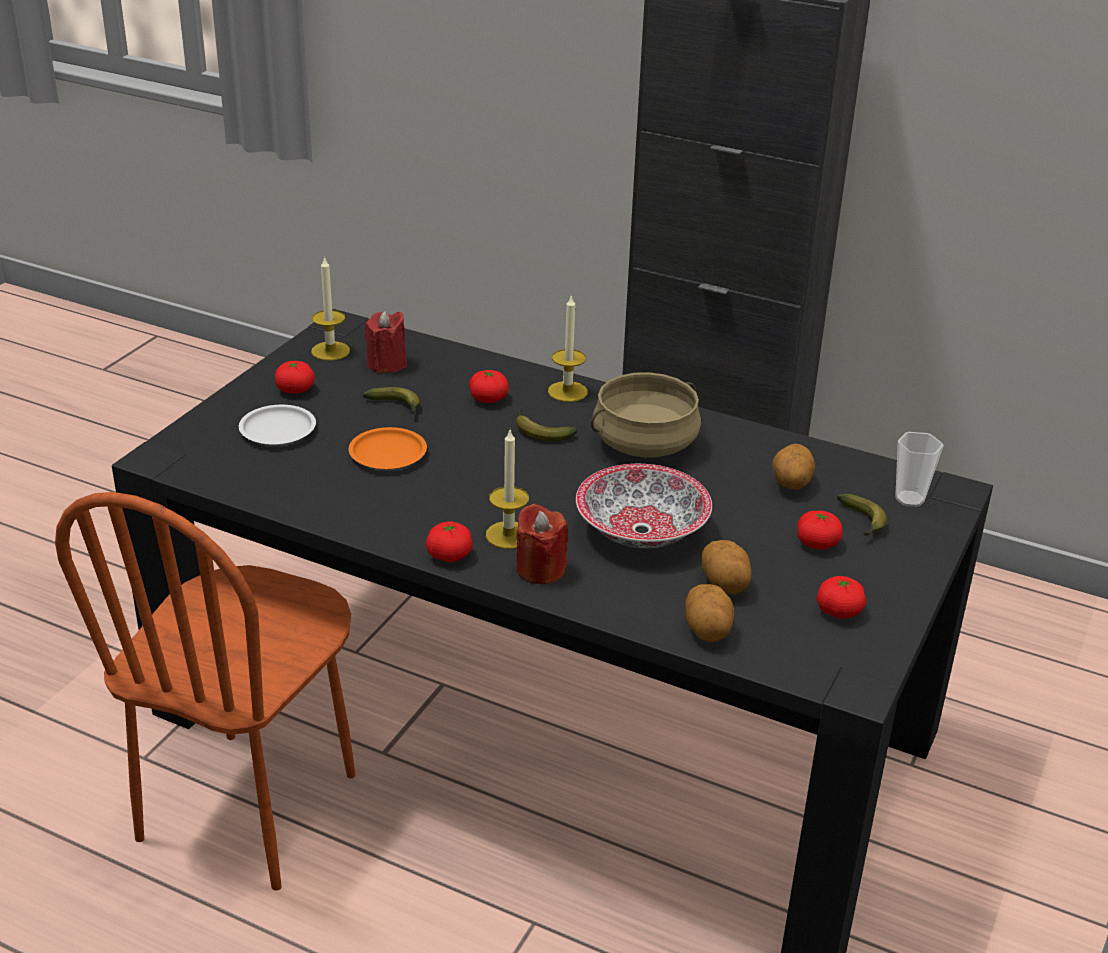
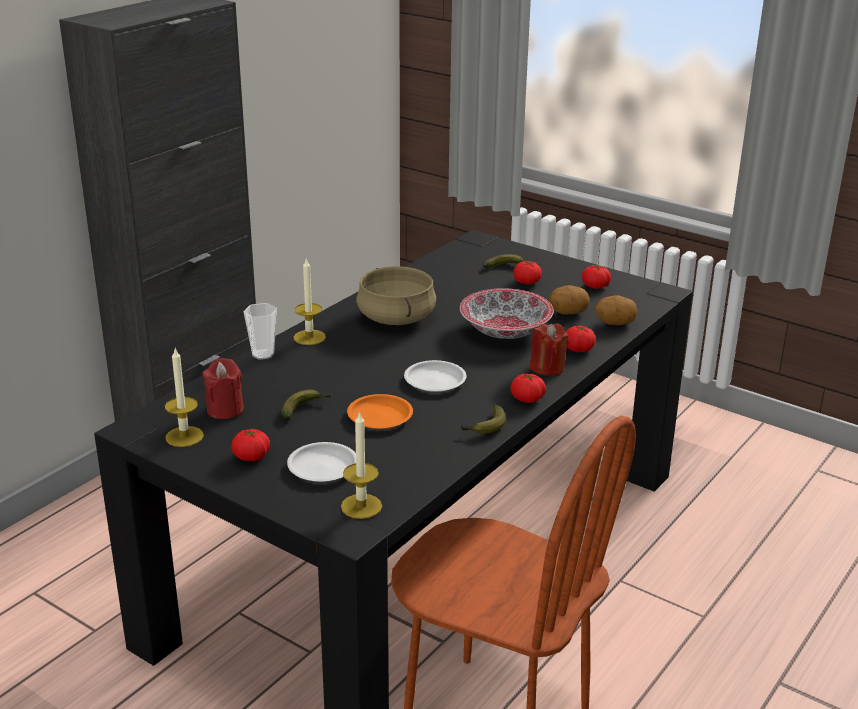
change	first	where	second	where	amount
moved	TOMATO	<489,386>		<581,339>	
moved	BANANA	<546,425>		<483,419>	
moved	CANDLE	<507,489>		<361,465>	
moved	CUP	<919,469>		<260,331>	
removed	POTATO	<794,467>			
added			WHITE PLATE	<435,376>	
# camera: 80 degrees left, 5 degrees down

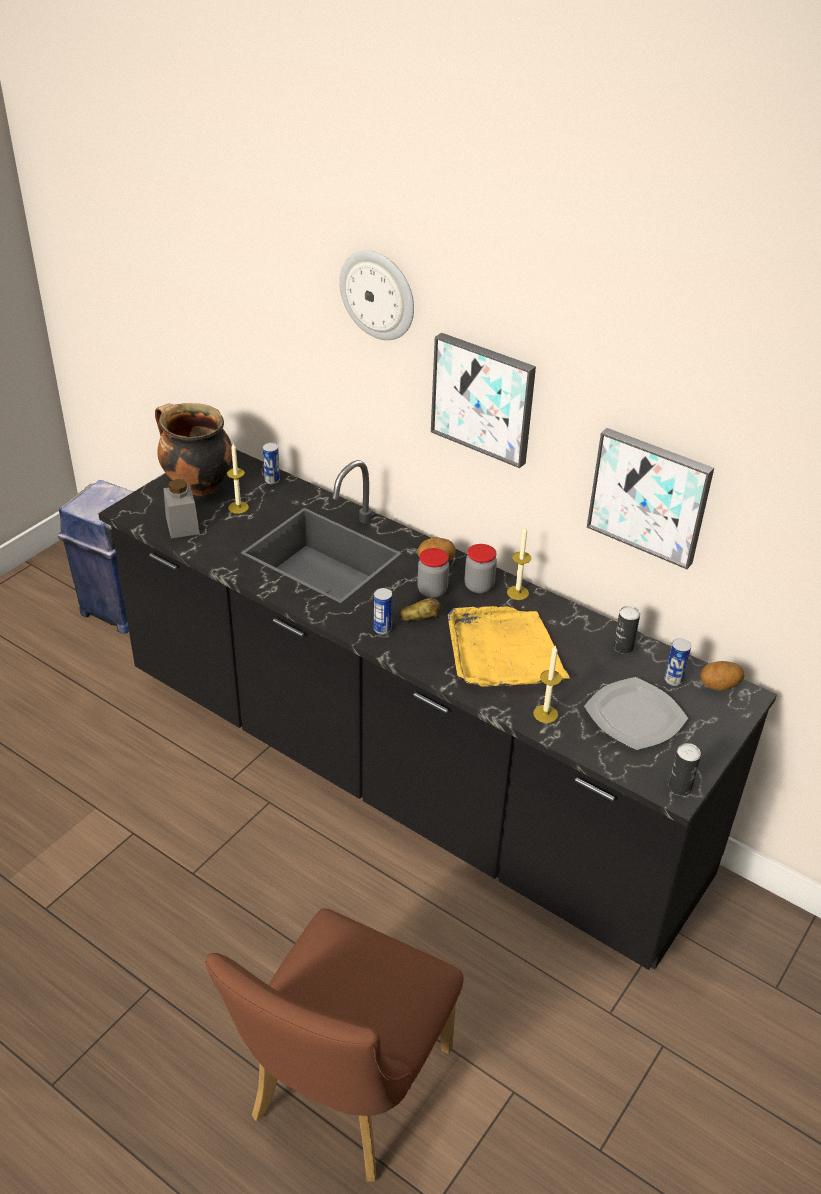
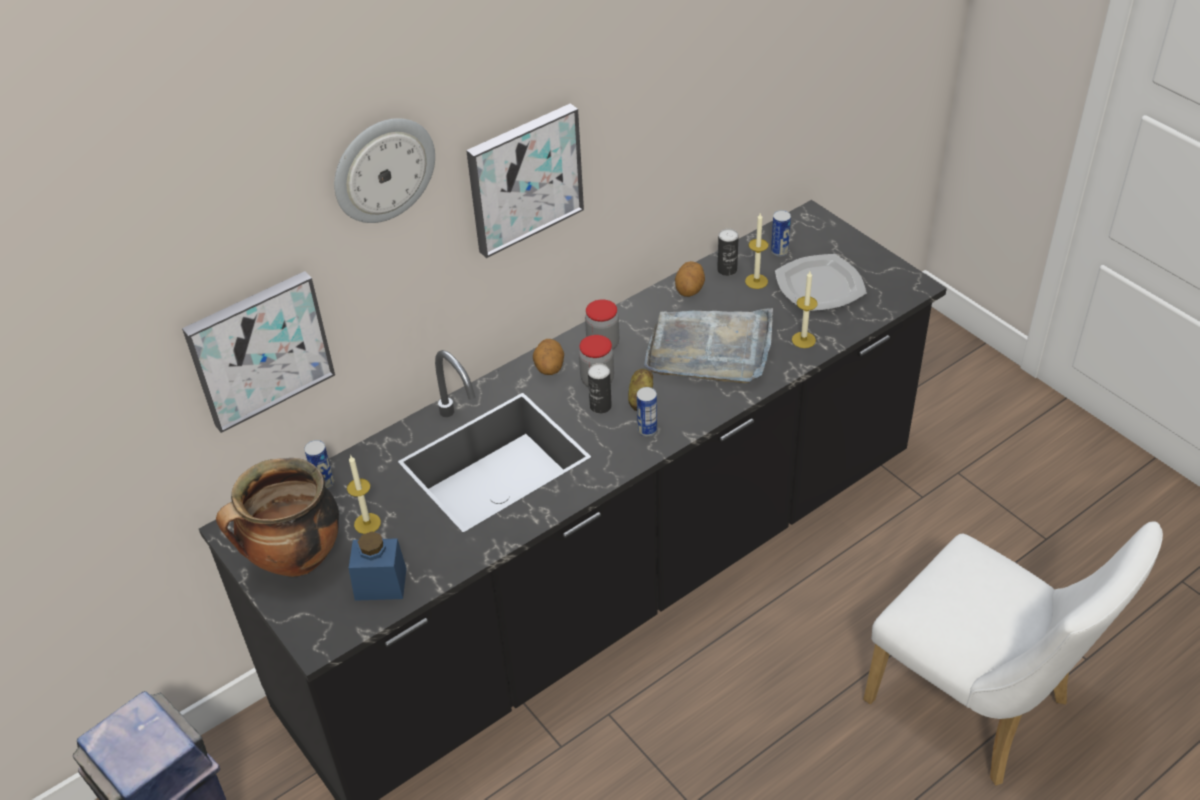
change	first	where	second	where	amount
moved	PICTURE	<650,498>		<258,352>	
recoloured	GREY JAR	<181,508>	BLUE JAR	<377,566>	
moved	CANDLE	<519,563>		<756,250>	
recoloured	YELLOW TRAY	<509,646>	GREY TRAY	<708,345>	
moved	POTATO	<722,676>		<690,279>	
moved	CAN	<685,769>		<600,388>	
recoloured	BROWN CHAIR	<334,1045>	WHITE CHAIR	<1013,653>	
# camera: 70 degrees left, 5 degrees up

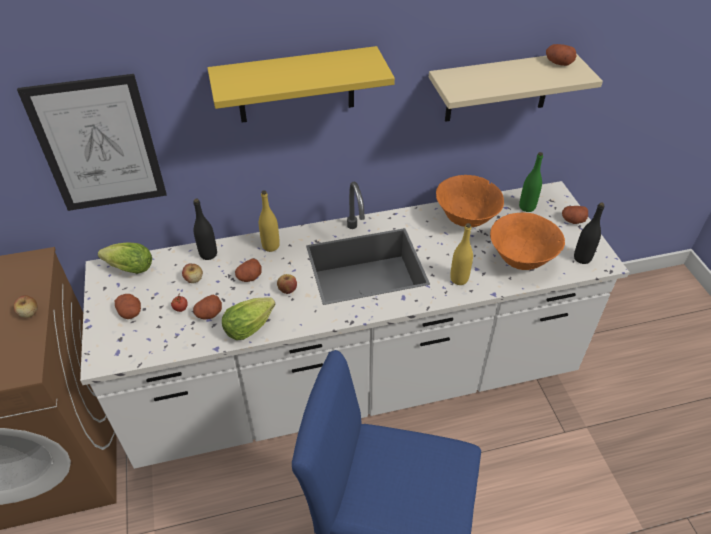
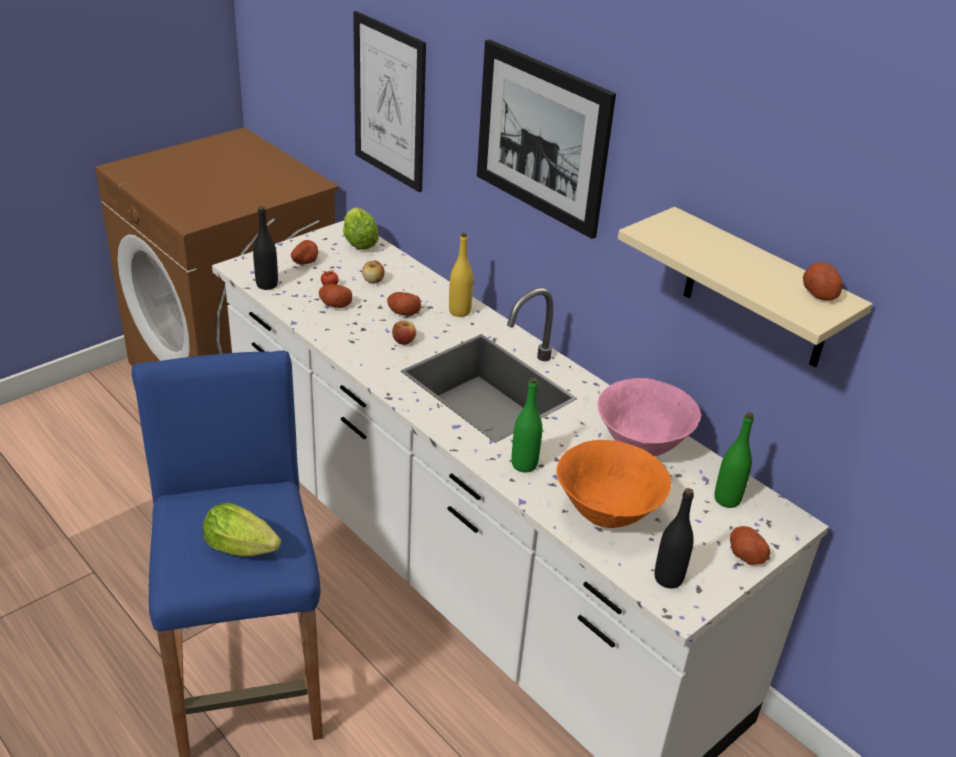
change	first	where	second	where	amount
replaced	YELLOW SHELF	<301,84>	PICTURE	<546,139>	
recoloured	ORANGE BOWL	<470,201>	PINK BOWL	<649,417>	
moved	BLACK BOTTLE	<205,229>		<265,248>	
recoloured	YELLOW BOTTLE	<461,254>	GREEN BOTTLE	<527,425>	
removed	APPLE	<26,306>			
moved	LETTUCE	<248,318>		<242,530>	
# camera: 60 degrees right, 10 degrees down

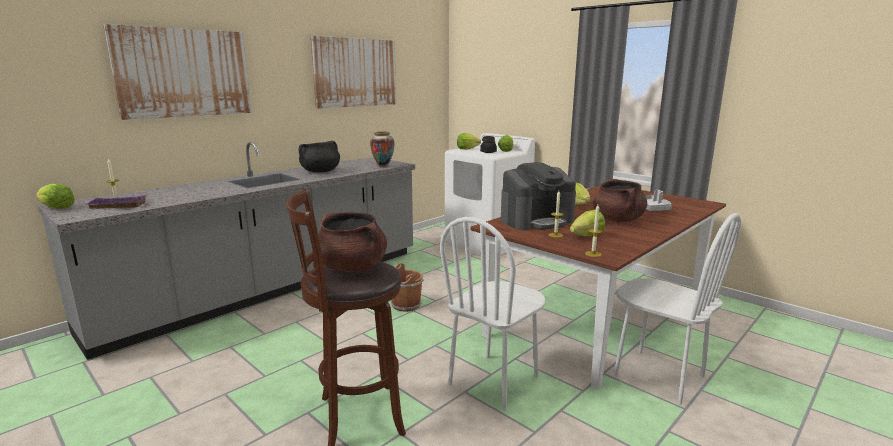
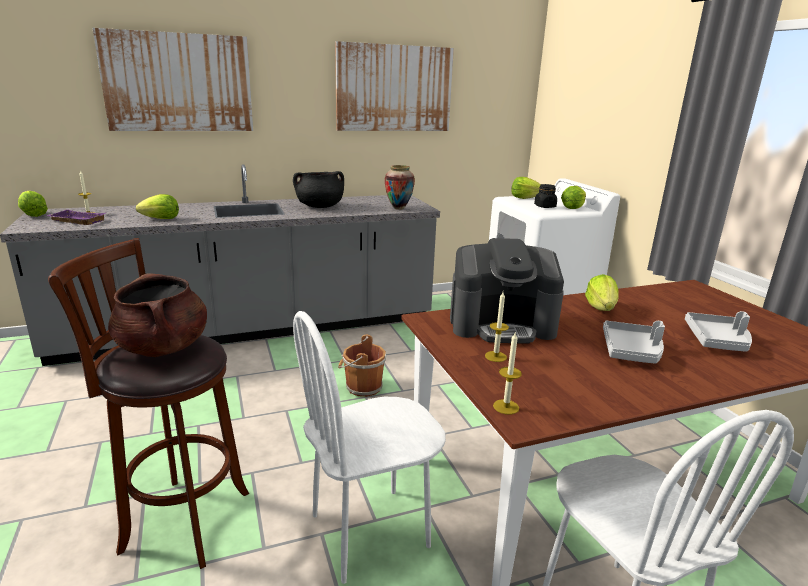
change	first	where	second	where	amount
replaced	BROWN COOKING POT	<620,200>	GREY TRAY	<634,342>	
moved	LETTUCE	<587,223>		<157,206>	
# camera: 25 degrees right, 5 degrees up

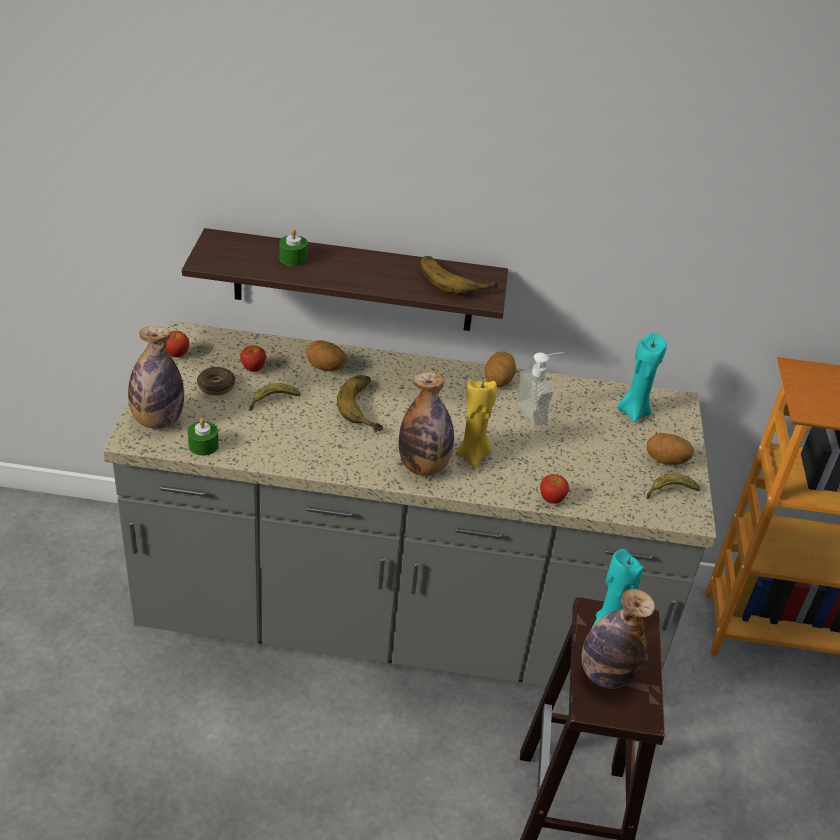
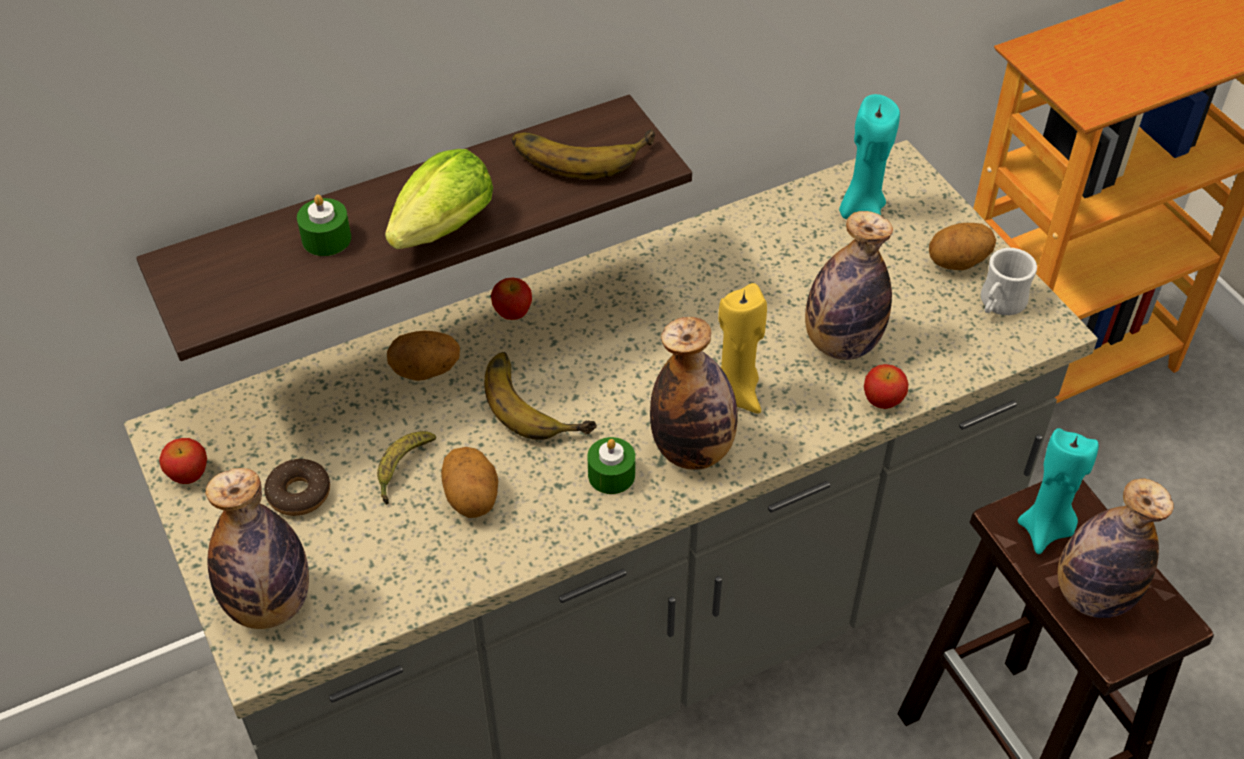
change	first	where	second	where	amount
moved	APPLE	<253,358>		<511,299>	
moved	POTATO	<500,369>		<469,482>	
removed	SOAP DISPENSER	<539,389>			
moved	GREEN CANDLE	<203,437>		<611,465>	
replaced	BANANA	<673,486>	WHITE MUG	<1009,281>	
added			LETTUCE	<439,199>	
added			BOTTLE	<849,285>	
# camera: 30 degrees left, 10 degrees up

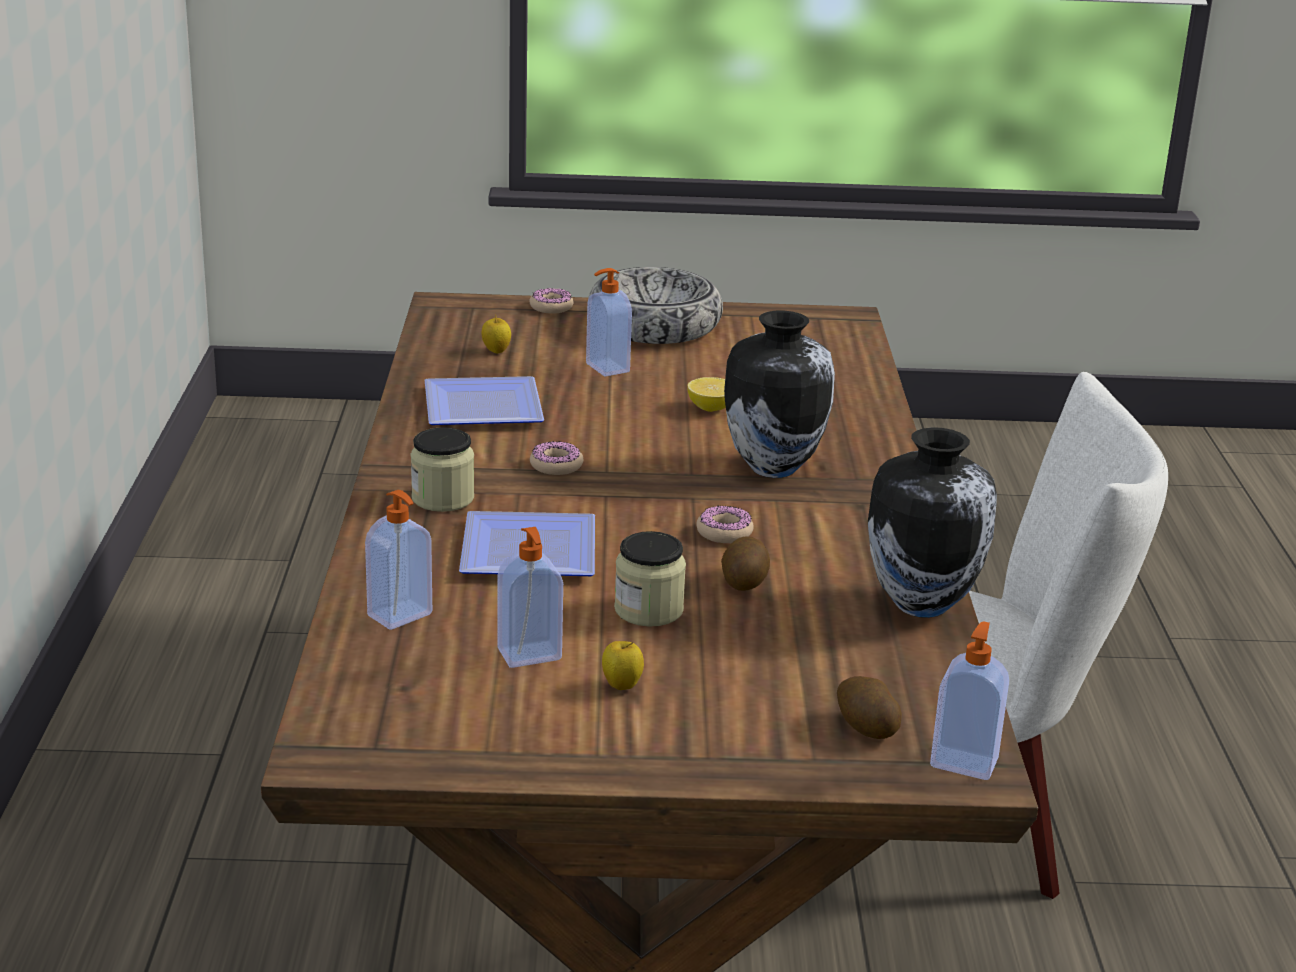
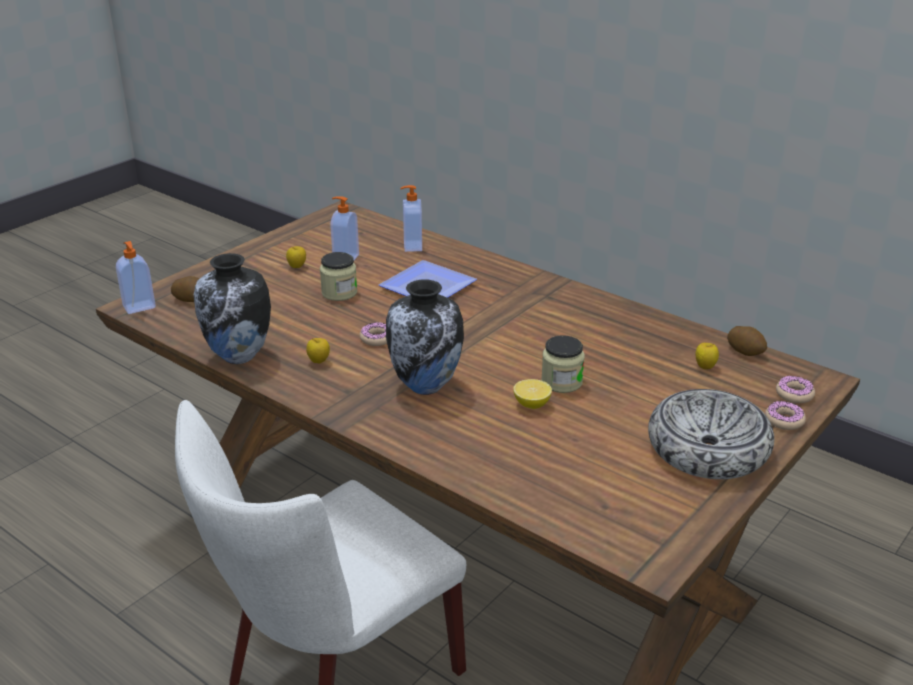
change	first	where	second	where	amount
removed	SOAP DISPENSER	<609,322>			
removed	PLATE	<484,400>			
moved	JAR	<442,469>		<563,364>	
moved	DONUT	<556,458>		<795,389>	
moved	POTATO	<745,563>		<747,341>	
added			APPLE	<318,350>	
# camera: 130 degrees right, 5 degrees up

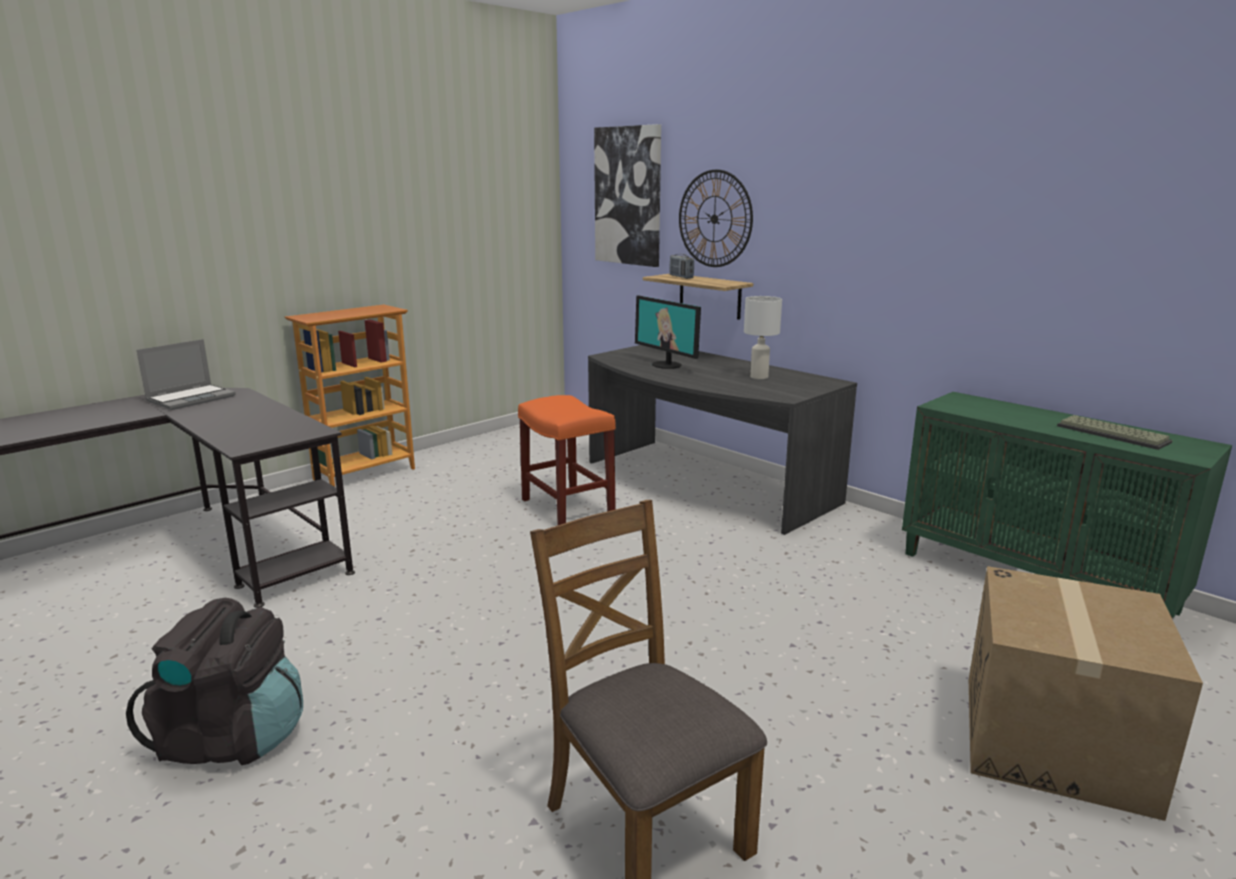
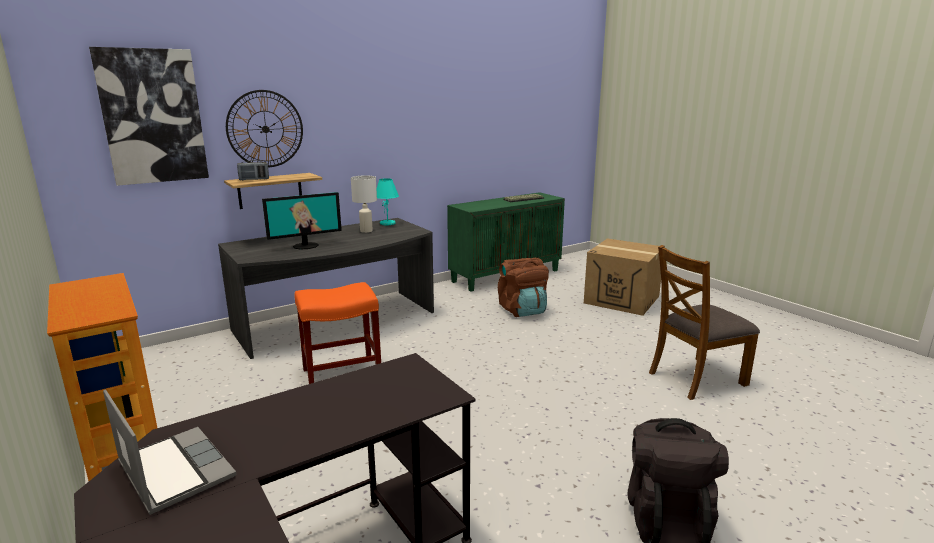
change	first	where	second	where	amount
added			TURQUOISE TABLE LAMP	<388,201>	
added			BROWN BACKPACK	<523,287>	
# camera: 80 degrees left, 0 degrees up

